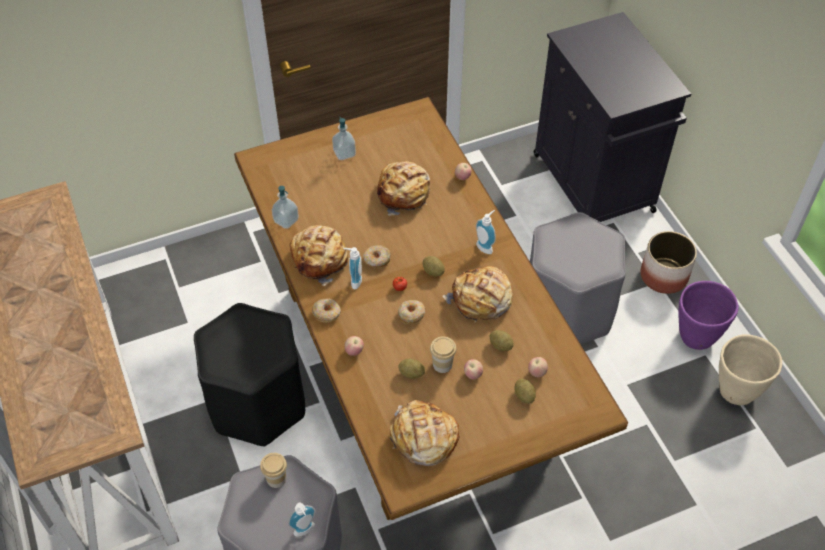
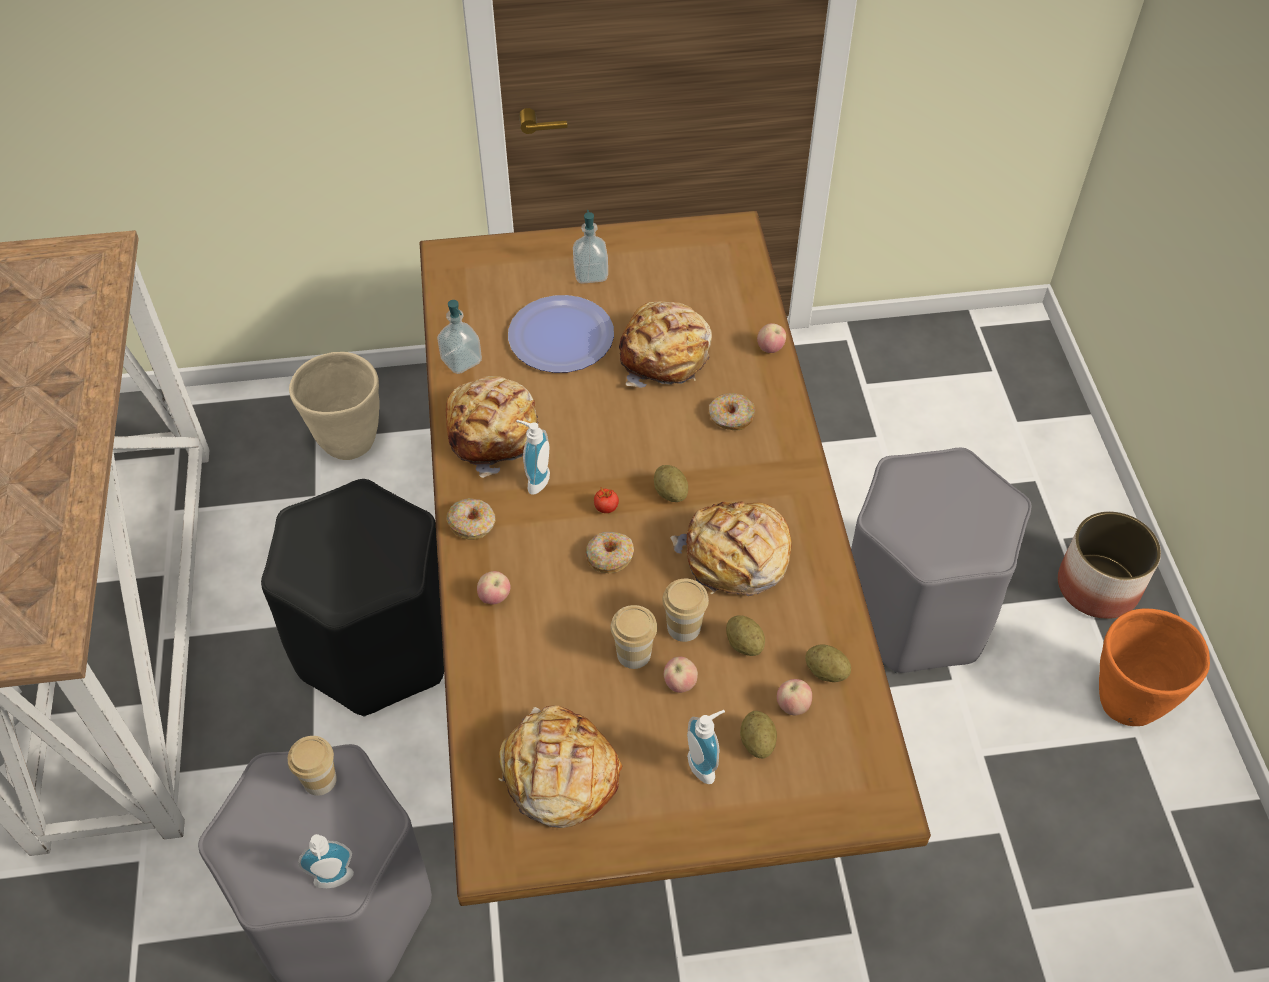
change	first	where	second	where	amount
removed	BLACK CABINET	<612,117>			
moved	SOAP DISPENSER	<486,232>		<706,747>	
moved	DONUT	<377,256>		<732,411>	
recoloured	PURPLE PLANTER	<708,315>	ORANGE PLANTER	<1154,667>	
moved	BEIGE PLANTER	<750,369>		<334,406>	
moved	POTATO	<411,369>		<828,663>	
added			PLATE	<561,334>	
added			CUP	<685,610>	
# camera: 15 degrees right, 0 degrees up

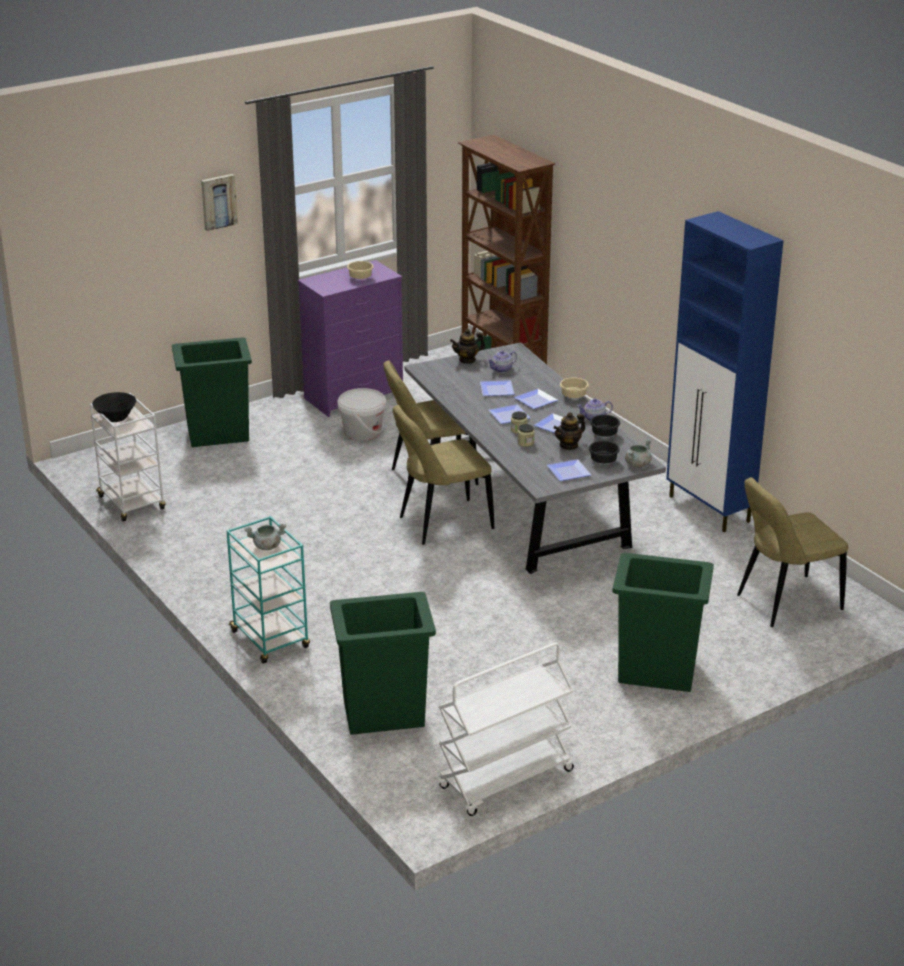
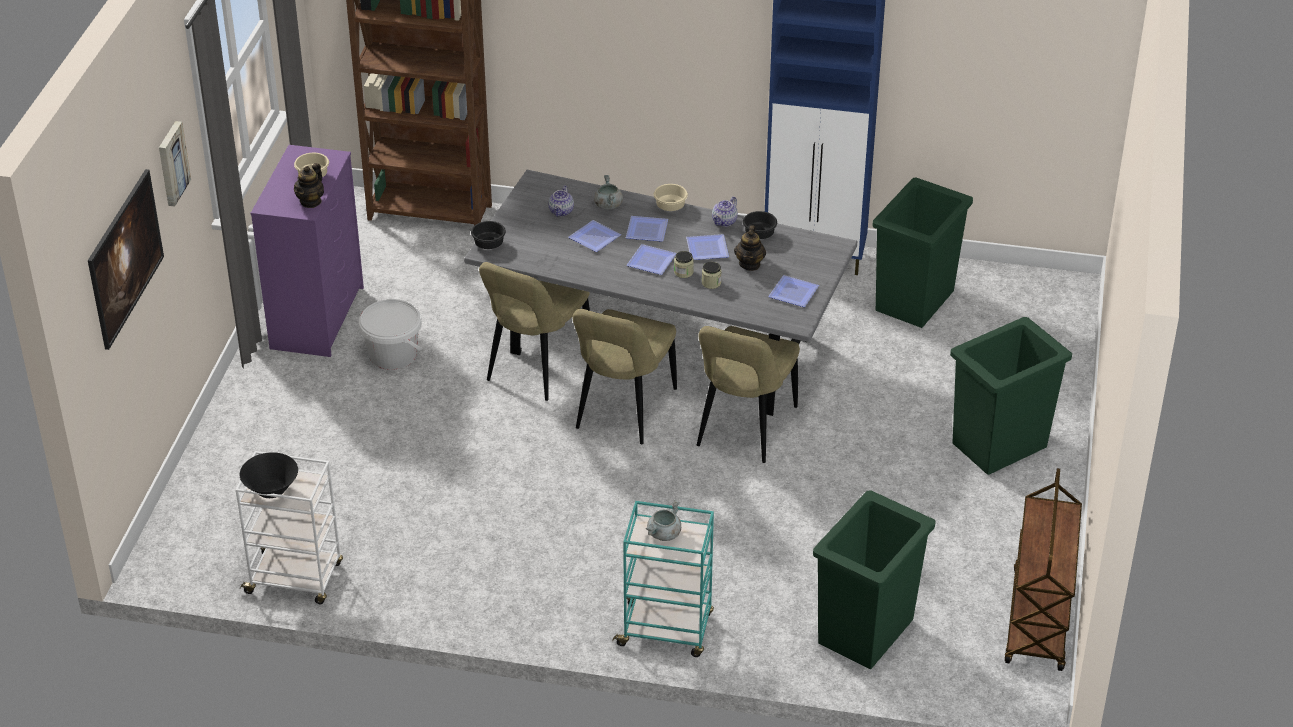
change	first	where	second	where	amount
moved	TEAPOT	<467,346>		<309,185>	
moved	GREEN TRASH CAN	<212,392>		<922,253>	
moved	GREY COOKING POT	<638,453>		<608,192>	
moved	BLACK BOWL	<604,452>		<488,235>	
moved	BEIGE CHAIR	<792,552>		<748,394>	
recoloured	WHITE CART	<506,729>	BROWN CART	<1043,569>	
added			PICTURE	<126,259>	
# camera: 45 degrees left, 10 degrees up

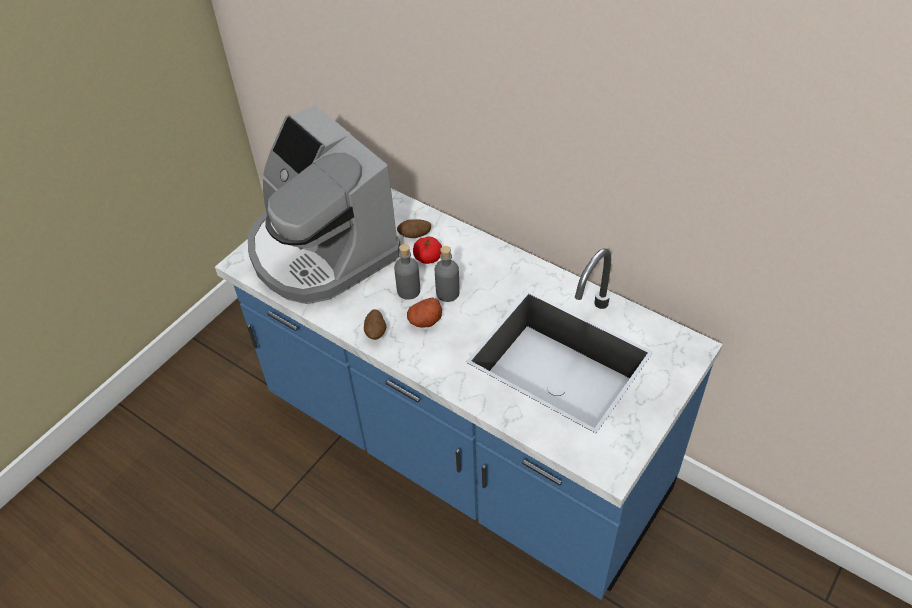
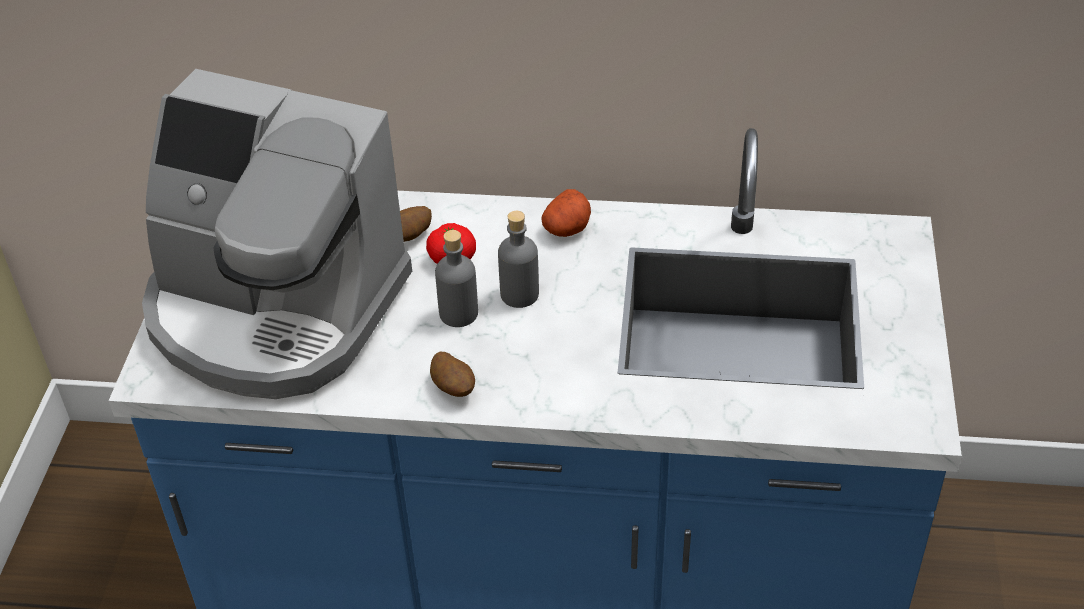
change	first	where	second	where	amount
moved	POTATO	<424,312>		<566,213>	
# camera: 30 degrees left, 5 degrees down

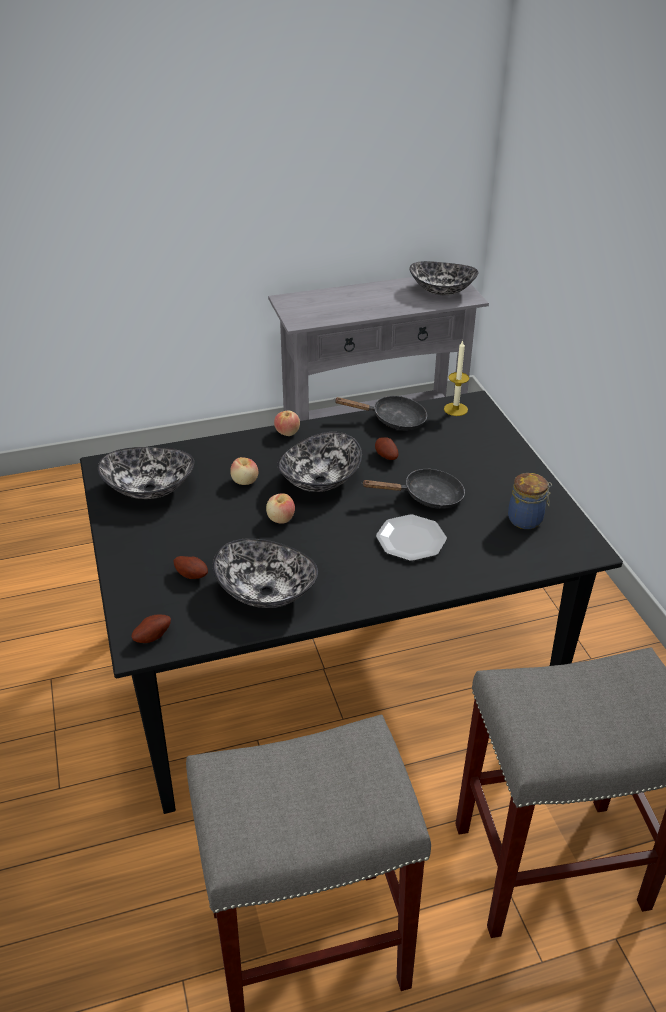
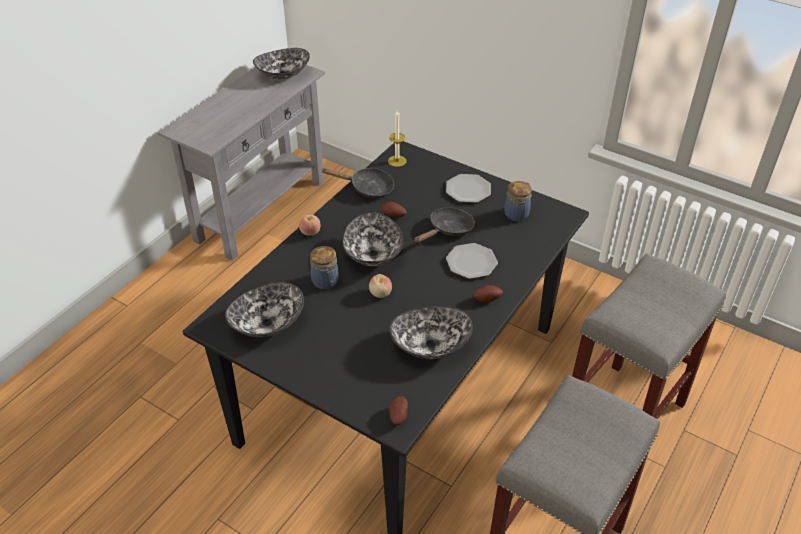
change	first	where	second	where	amount
turned	BLACK FRYING PAN	<380,413>		<357,183>	45 degrees clockwise
replaced	APPLE	<244,471>	JAR	<324,267>	
moved	POTATO	<191,567>		<488,293>	
added			PLATE	<468,188>	
# camera: 40 degrees left, 5 degrees up

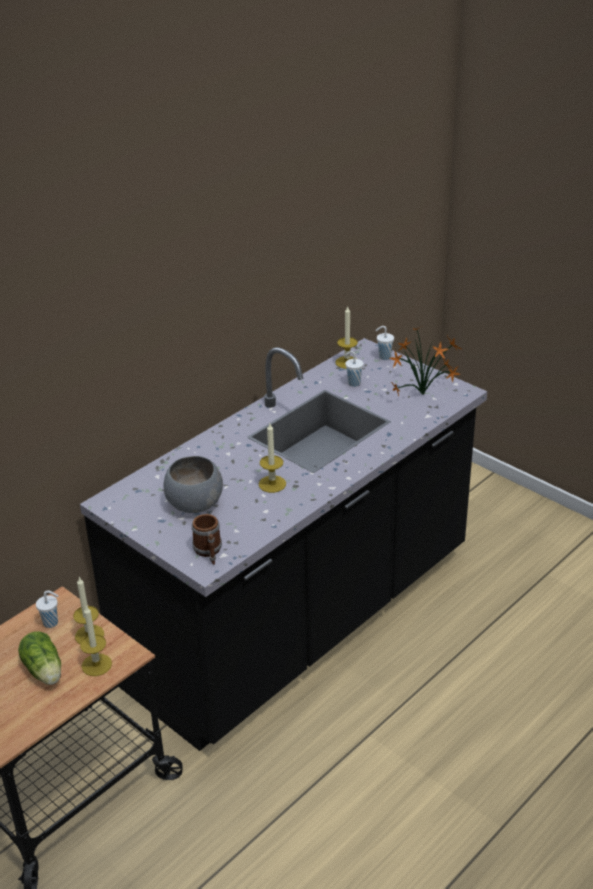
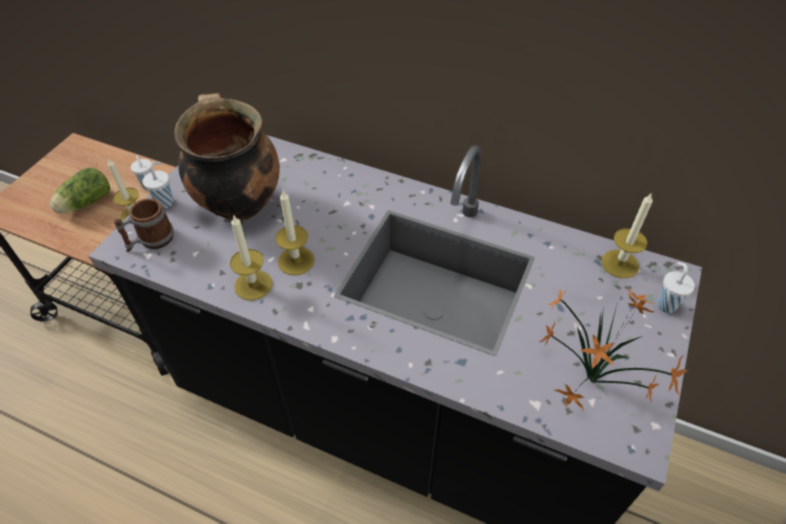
change	first	where	second	where	amount
moved	WHITE CUP	<354,369>		<158,185>	
replaced	GREY BOWL	<193,484>	COOKING POT	<227,157>	
moved	CANDLE	<96,640>		<251,257>	
# camera: 70 degrees right, 15 degrees up

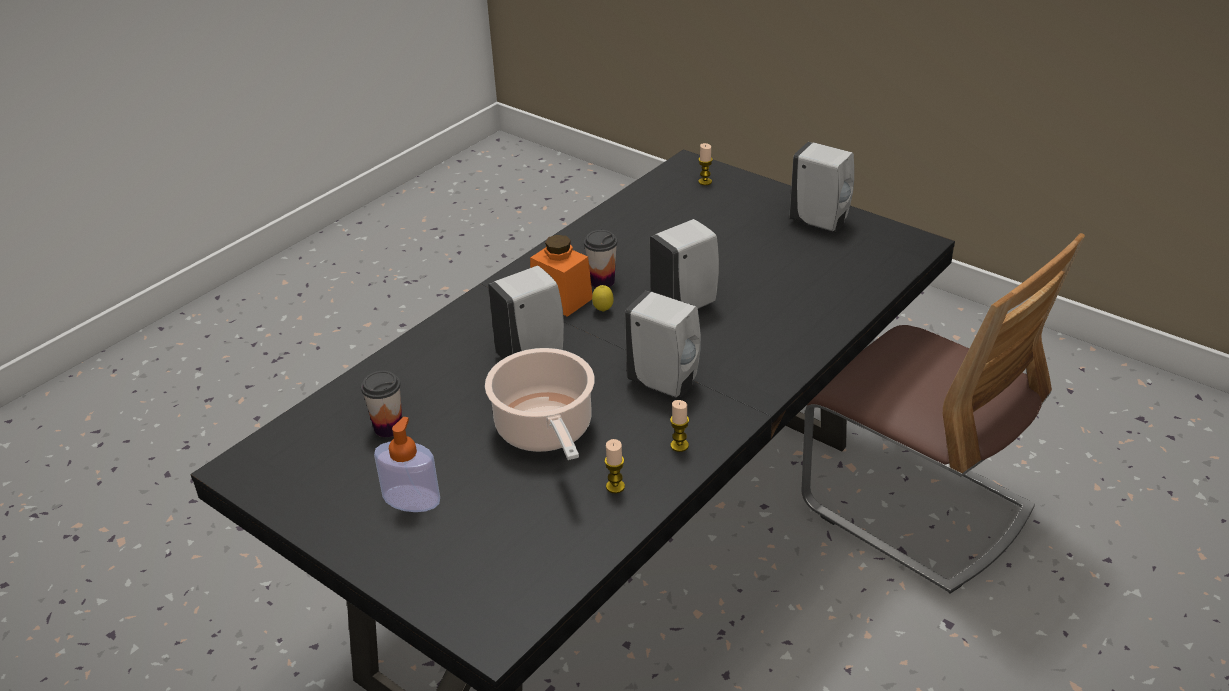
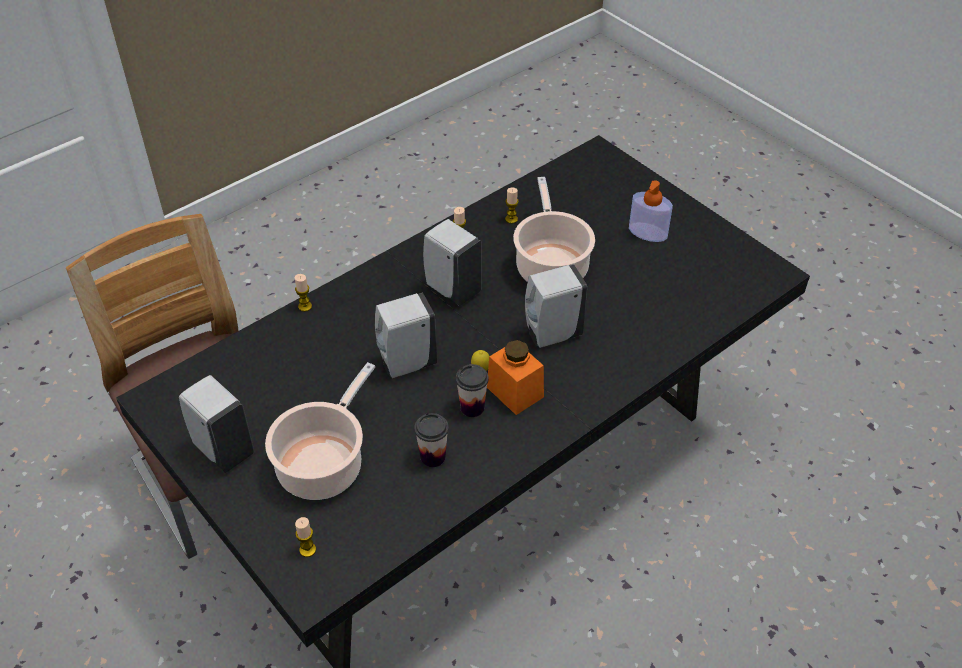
change	first	where	second	where	amount
moved	CUP	<381,404>		<431,440>	
added			CANDLE	<303,293>	
added			COOKING POT	<320,431>	
# camera: 170 degrees left, 10 degrees up

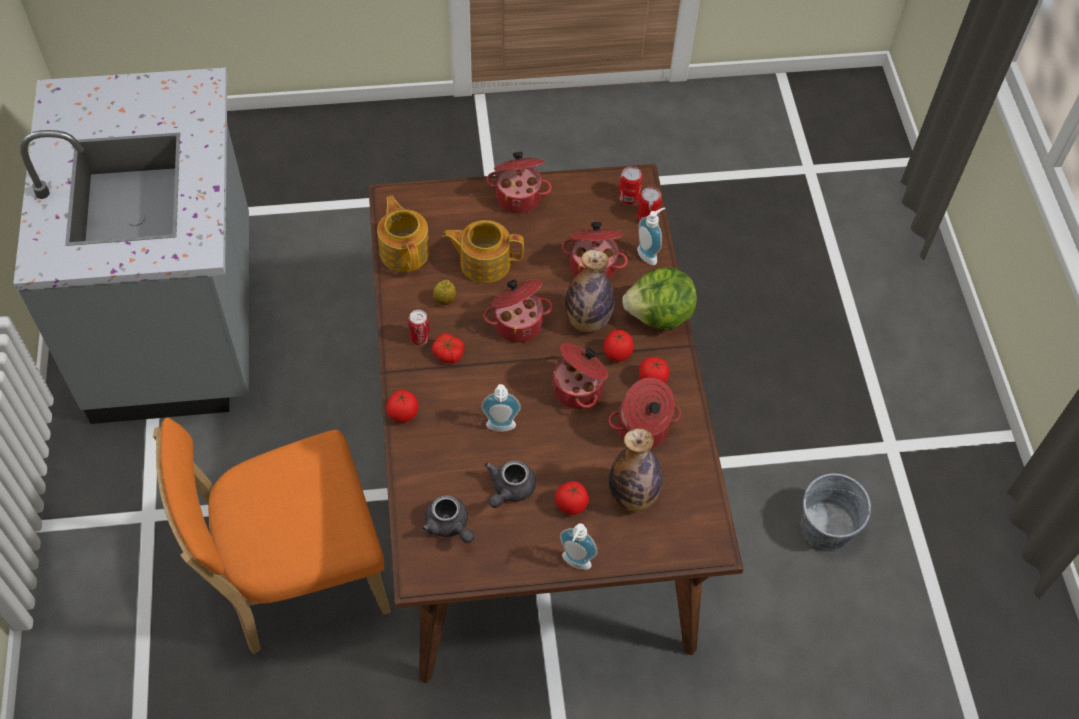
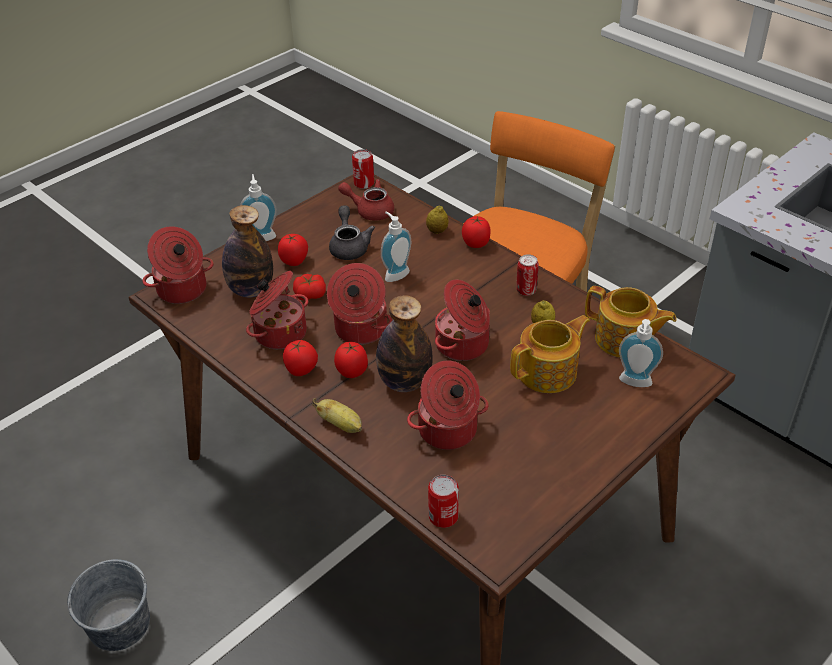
change	first	where	second	where	amount
moved	COOKING POT	<519,182>		<178,265>	
moved	CAN	<631,185>		<363,169>	
moved	SOAP DISPENSER	<651,236>		<641,353>	
replaced	LETTUCE	<659,298>	BANANA	<337,415>	
moved	TOMATO	<448,348>		<309,287>	
recoloured	GREY TEAPOT	<448,519>	RED TEAPOT	<366,200>	
added			LEMON	<437,220>	
# camera: 145 degrees right, 15 degrees down

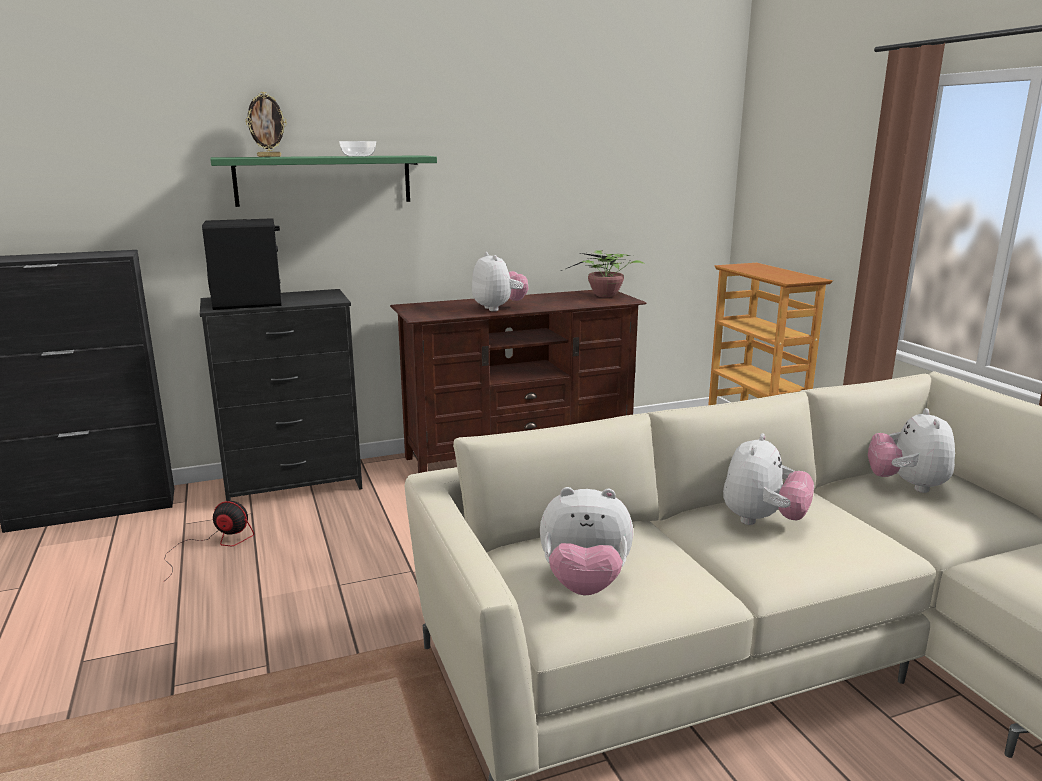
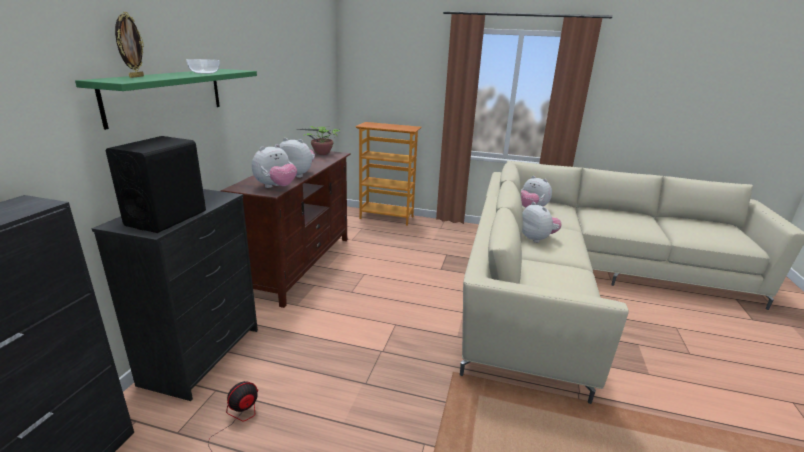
change	first	where	second	where	amount
moved	PLUSH TOY	<586,541>		<274,166>	
# camera: 55 degrees left, 5 degrees up

